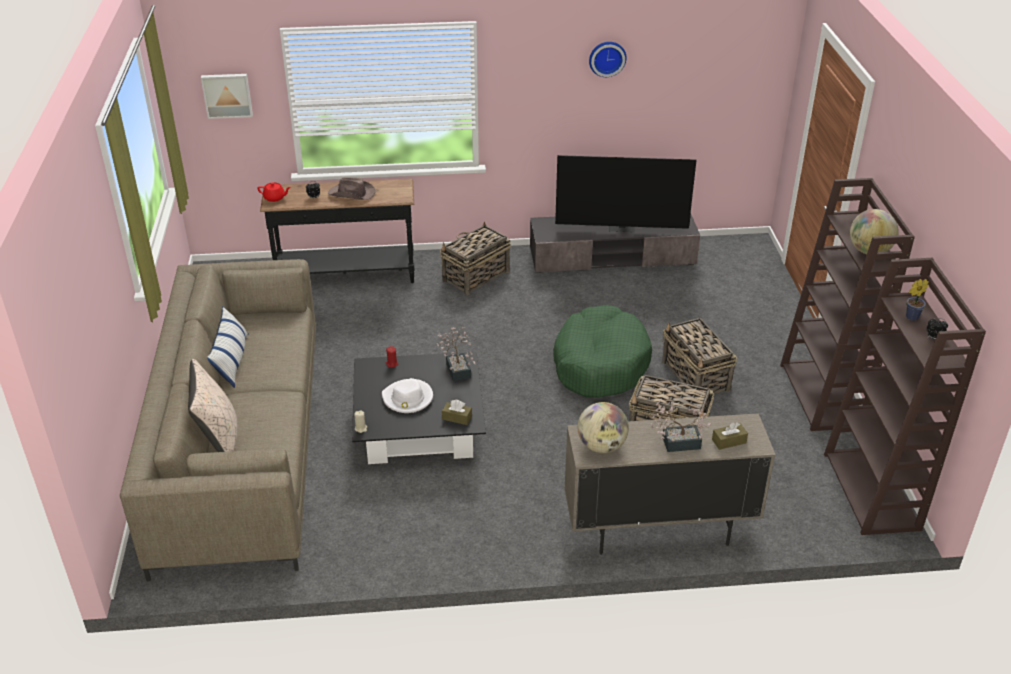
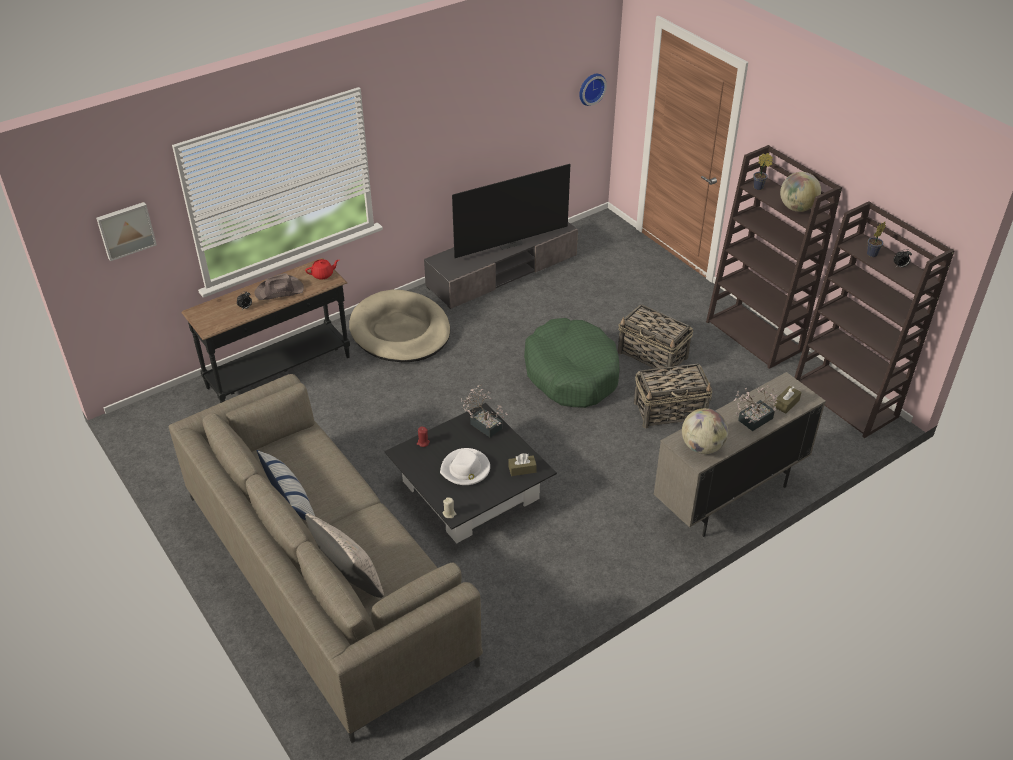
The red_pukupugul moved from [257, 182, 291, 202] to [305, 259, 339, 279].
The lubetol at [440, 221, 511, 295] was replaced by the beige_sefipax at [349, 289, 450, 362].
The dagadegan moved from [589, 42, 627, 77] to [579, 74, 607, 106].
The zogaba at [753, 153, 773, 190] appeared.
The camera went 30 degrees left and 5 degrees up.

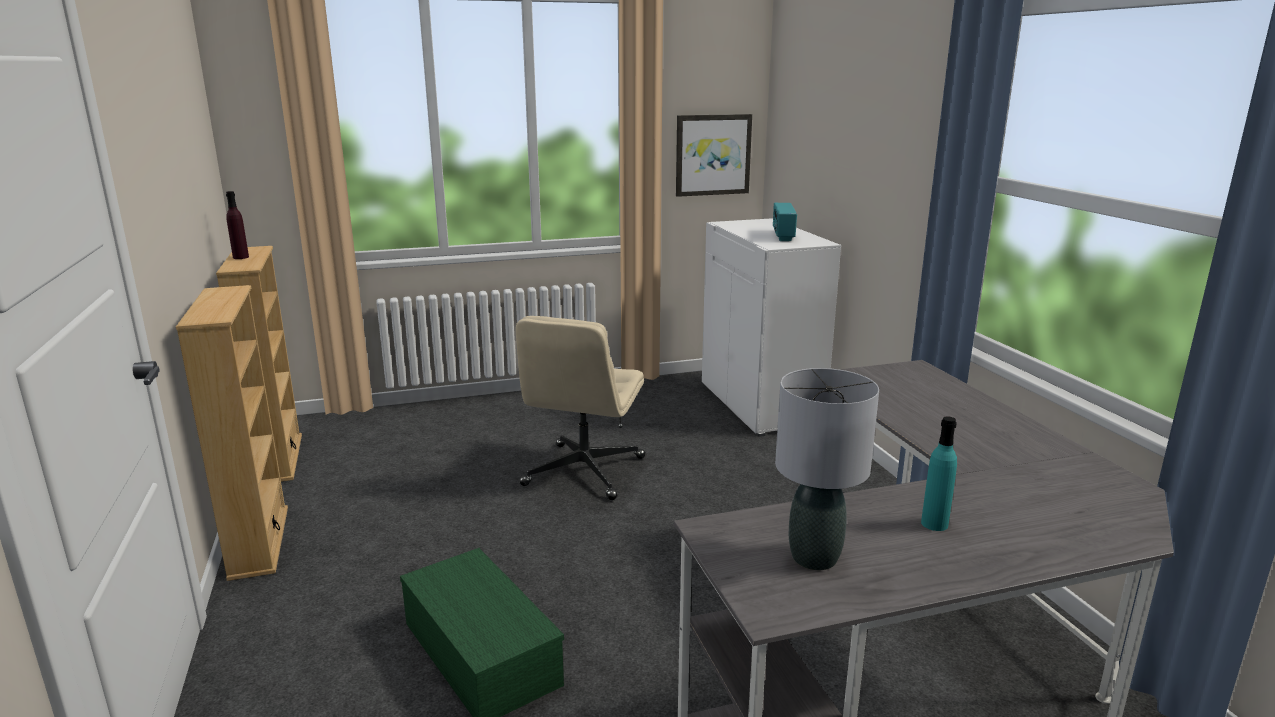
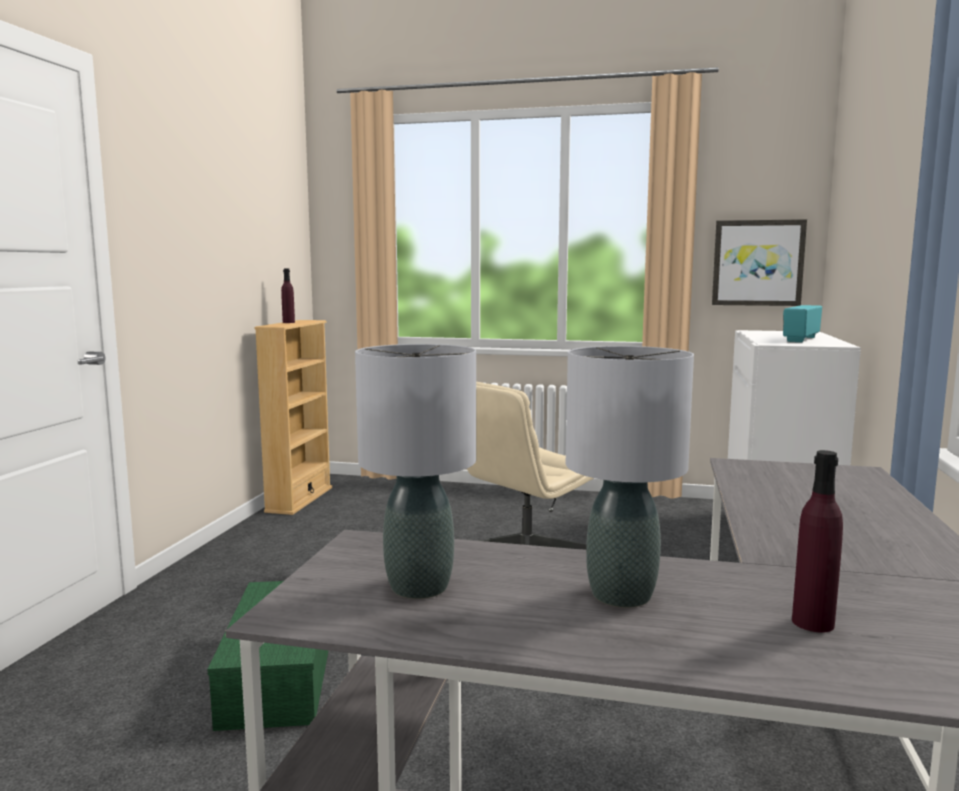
The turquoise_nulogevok at [921, 416, 957, 531] was replaced by the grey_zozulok at [566, 346, 694, 608].
The purple_nulogevok at [792, 450, 843, 633] appeared.
The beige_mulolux at [176, 285, 288, 581] disappeared.
The camera went 30 degrees right and 10 degrees down.

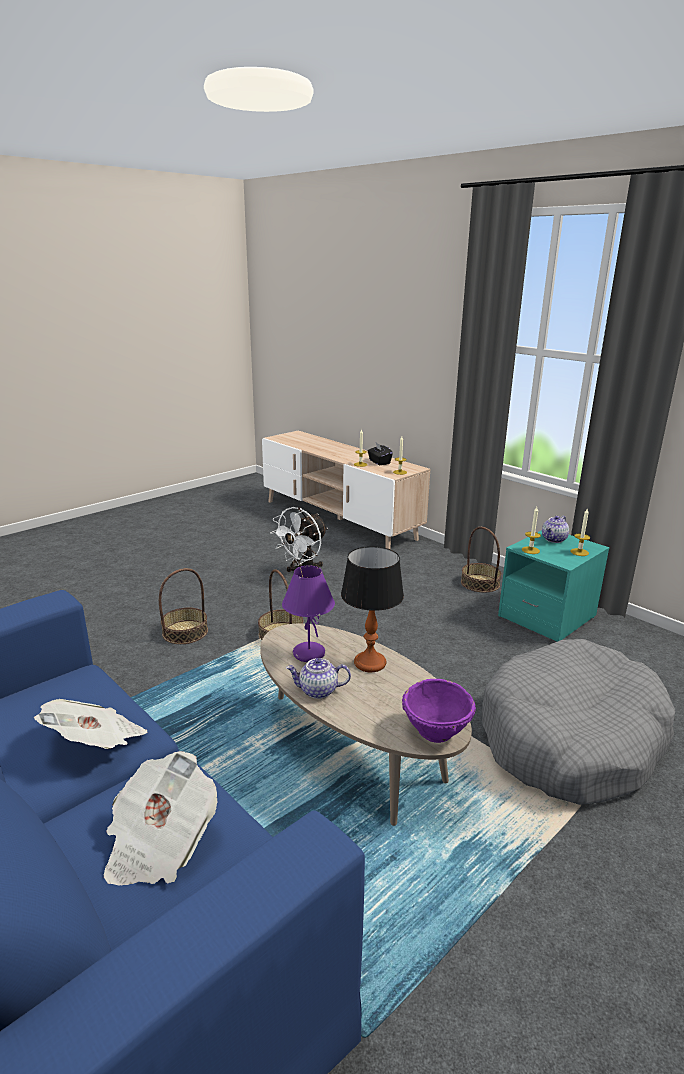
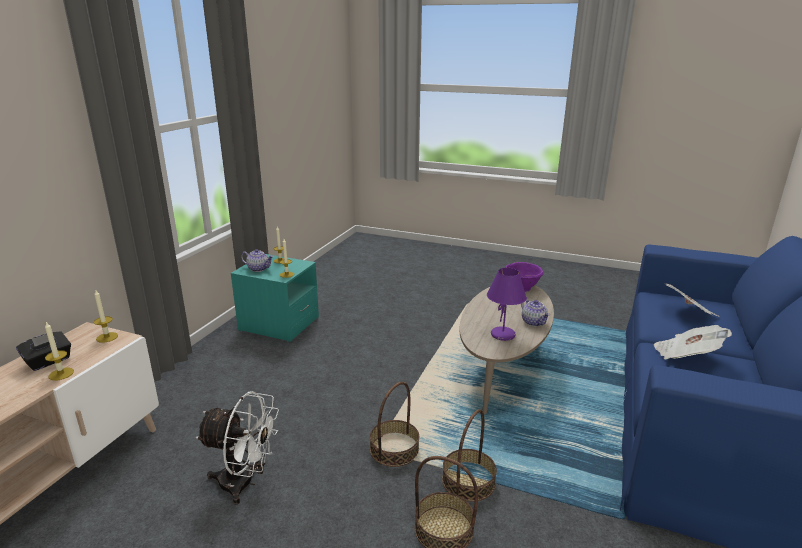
The lubetol moved from [461, 527, 501, 593] to [442, 409, 497, 502].
The zozulok at [341, 546, 404, 672] disappeared.
The grey_sefipax at [482, 639, 675, 805] disappeared.
The camera went 115 degrees left and 0 degrees up.

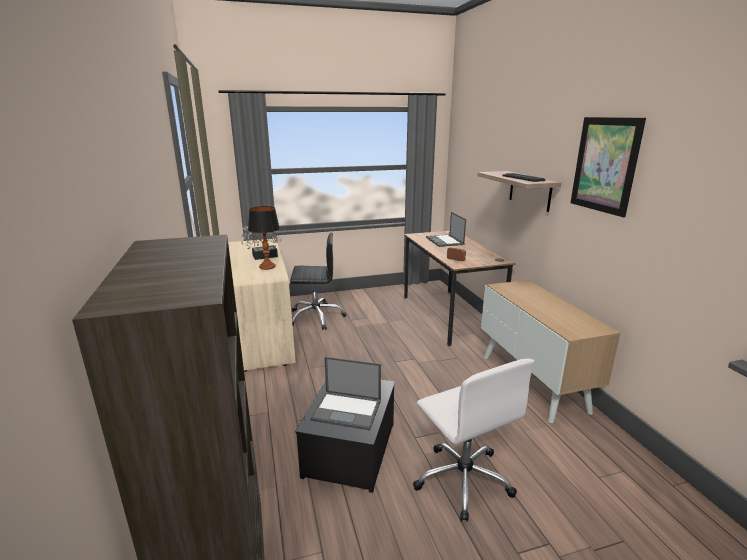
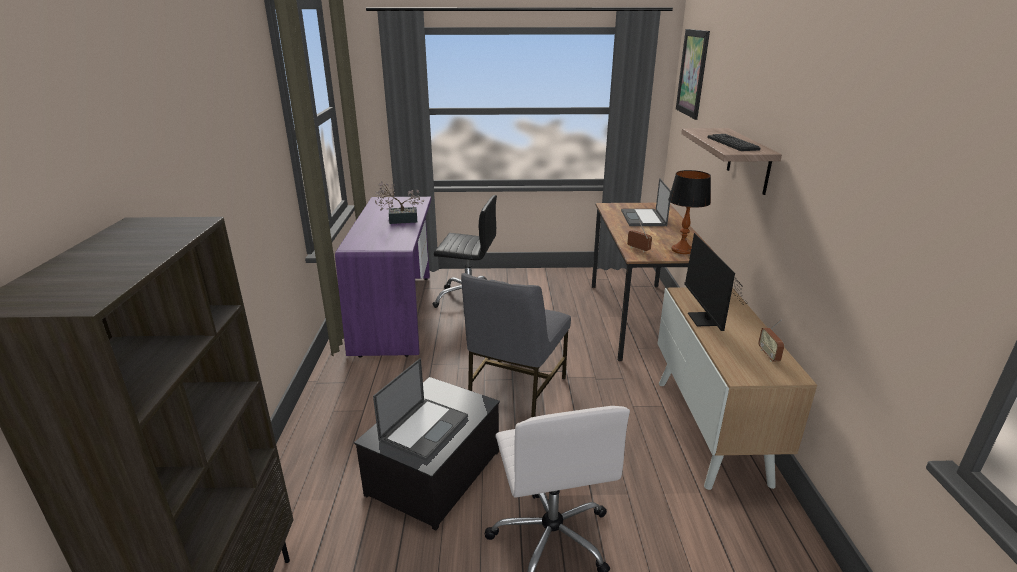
The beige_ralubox at [228, 239, 296, 372] became the purple_ralubox at [335, 197, 431, 357].
The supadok at [310, 357, 381, 430] turned 90 degrees counterclockwise.
The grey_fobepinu at [461, 273, 571, 417] appeared.
The zozulok moved from [248, 206, 280, 270] to [668, 170, 711, 254].
The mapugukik moved from [571, 117, 646, 217] to [676, 29, 710, 120].
The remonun at [684, 233, 747, 331] appeared.
The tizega at [758, 319, 784, 362] appeared.
The camera went 15 degrees right and 5 degrees up.

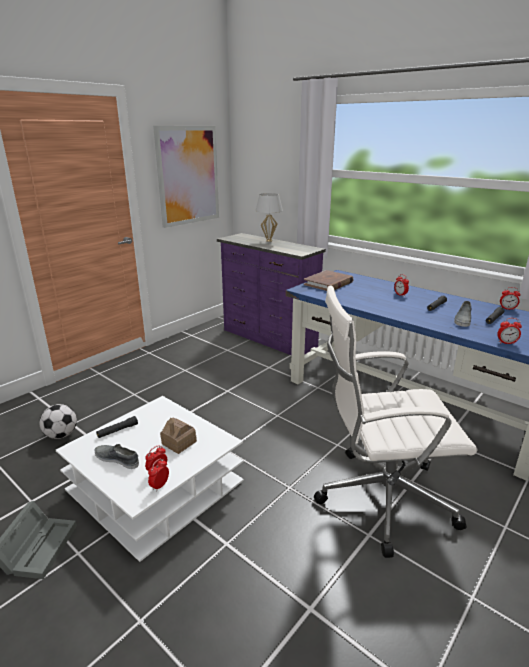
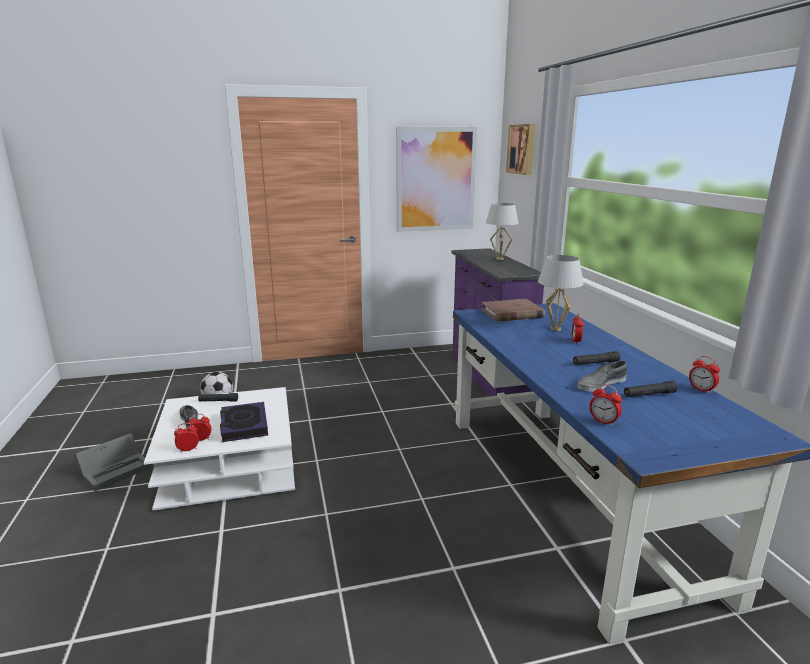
The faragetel at [160, 418, 197, 454] was replaced by the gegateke at [220, 402, 268, 442].
The mapugukik at [506, 124, 535, 175] appeared.
The white_zozulok at [538, 255, 584, 331] appeared.
The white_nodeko at [314, 285, 478, 558] disappeared.
The camera went 35 degrees right and 5 degrees down.

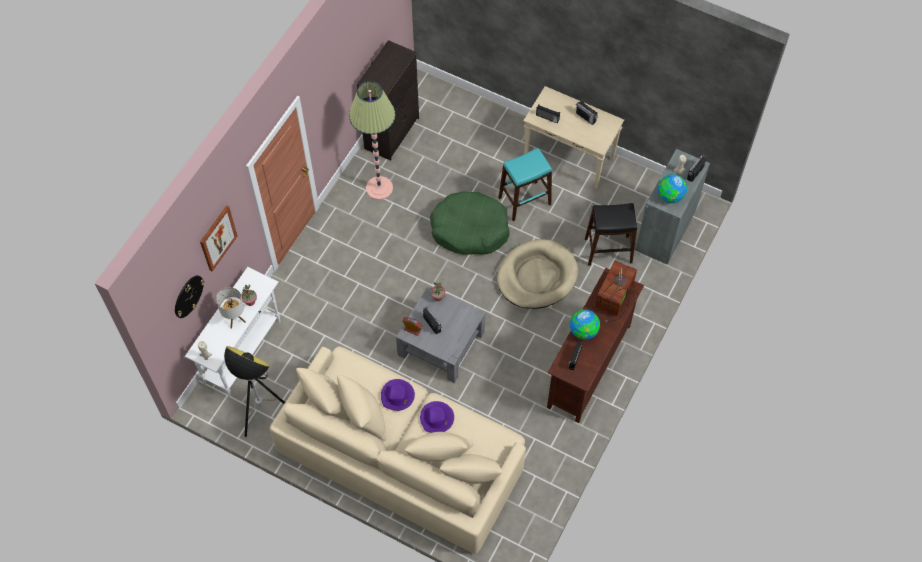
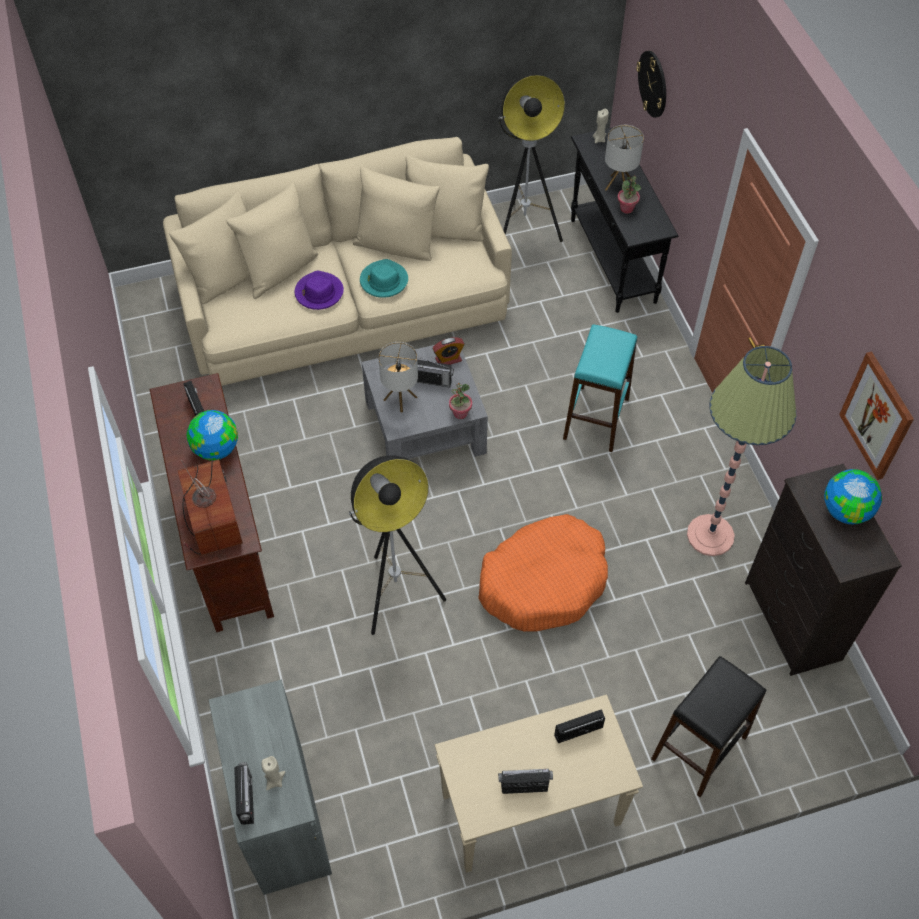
The beige_sefipax at [497, 239, 578, 309] was replaced by the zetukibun at [349, 455, 446, 635].
The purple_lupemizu at [381, 379, 415, 411] became the turquoise_lupemizu at [360, 259, 408, 298].
The zozulok at [378, 342, 418, 413] appeared.
The green_sefipax at [430, 191, 510, 255] became the orange_sefipax at [478, 514, 608, 632].
The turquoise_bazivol moved from [499, 148, 552, 221] to [563, 325, 637, 452].
The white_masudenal at [185, 267, 280, 397] became the black_masudenal at [571, 128, 678, 313].
The black_bazivol moved from [585, 203, 637, 266] to [651, 656, 766, 797].
The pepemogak moved from [658, 174, 687, 203] to [824, 469, 882, 525].
The mapugukik moved from [200, 205, 238, 271] to [839, 351, 914, 480].
The camera went 135 degrees right and 5 degrees down.

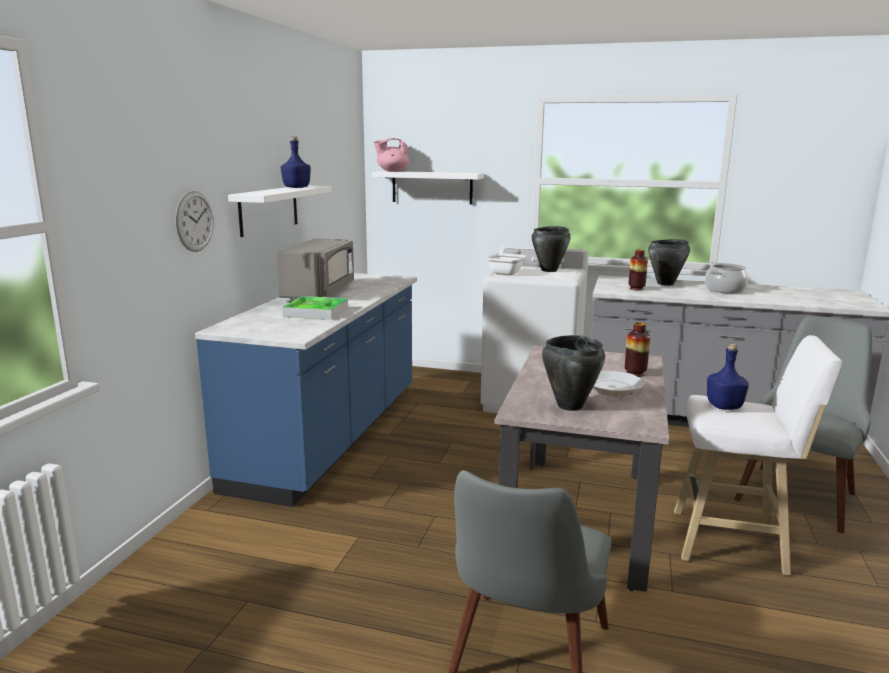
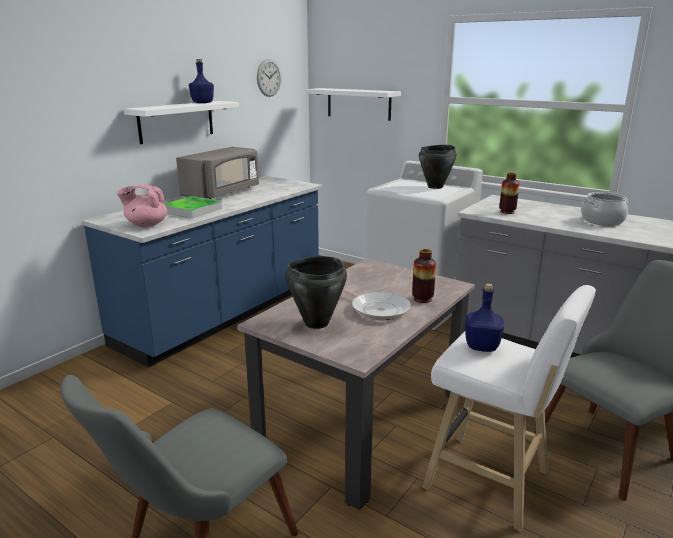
The pink_pukupugul moved from [373, 138, 410, 172] to [117, 185, 168, 227].
The dagadegan moved from [175, 191, 214, 252] to [257, 59, 281, 97].
The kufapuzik at [486, 250, 526, 275] disappeared.
The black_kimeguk at [648, 239, 690, 286] disappeared.
The camera went 20 degrees right and 5 degrees up.

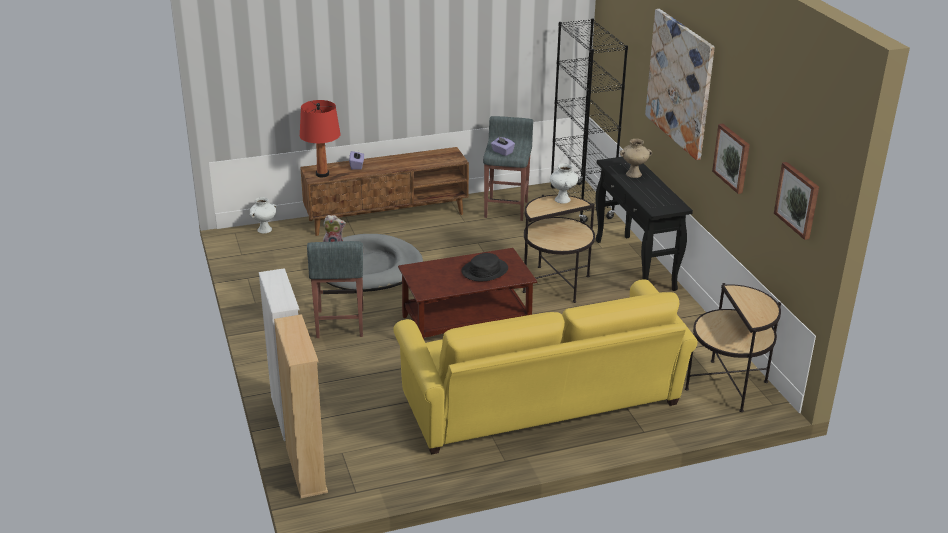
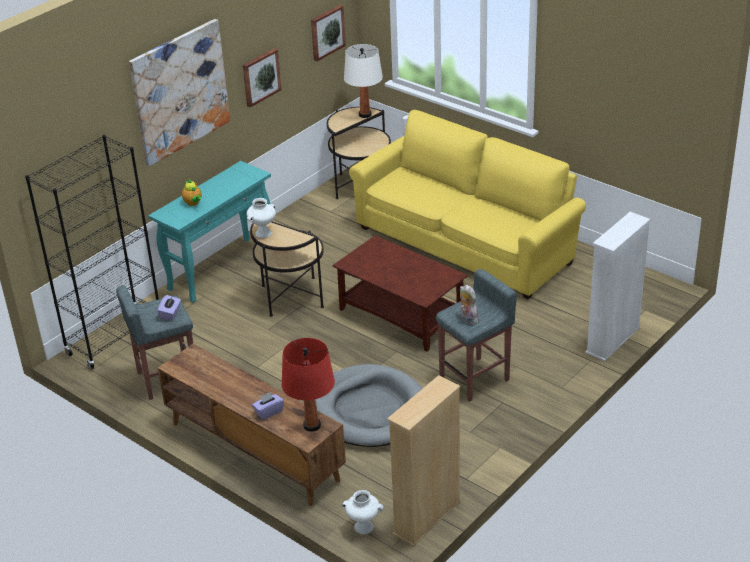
The black_masudenal at [595, 157, 693, 291] became the turquoise_masudenal at [148, 161, 271, 303].
The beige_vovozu at [620, 139, 652, 178] was replaced by the pukupugul at [182, 179, 202, 206].
The white_zozulok at [344, 44, 383, 118] appeared.
The beige_mulolux moved from [274, 314, 328, 498] to [387, 375, 461, 546].
The black_lupemizu at [462, 253, 508, 281] disappeared.
The camera went 120 degrees left and 5 degrees up.

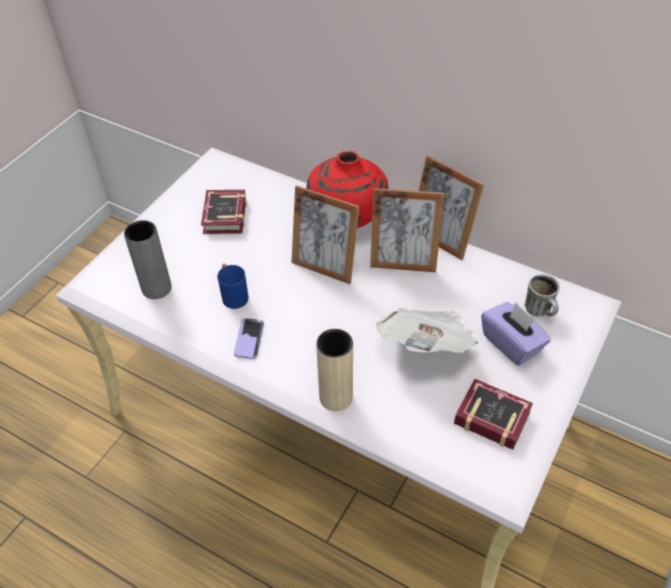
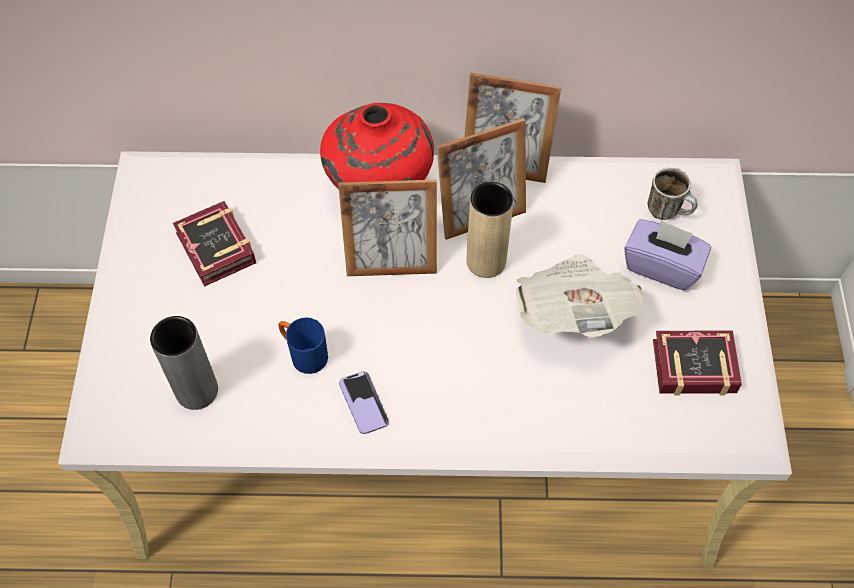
The beige_vovozu moved from [316, 329, 353, 411] to [466, 182, 514, 278].
The camera went 30 degrees left and 10 degrees up.

